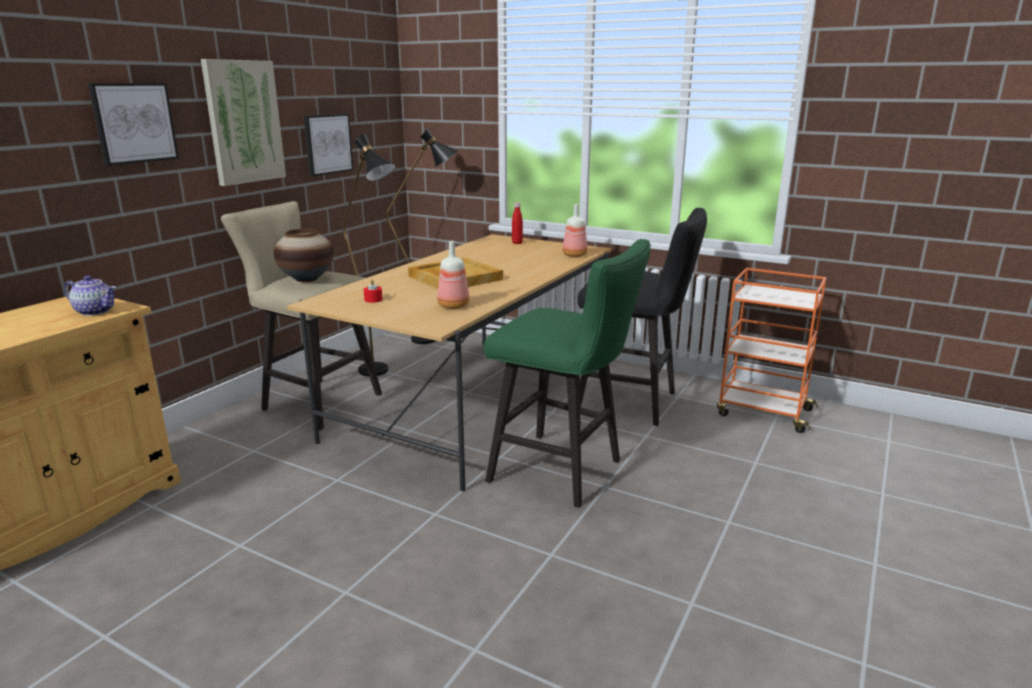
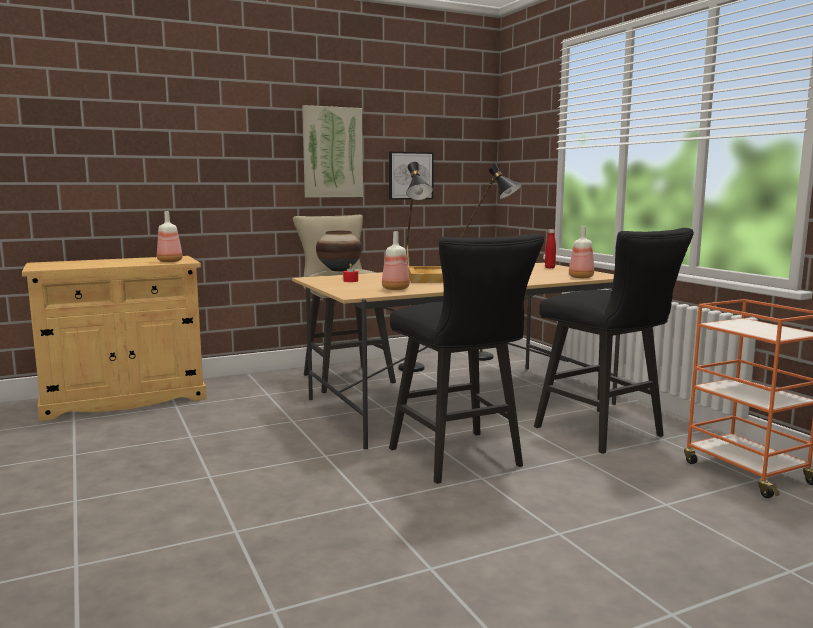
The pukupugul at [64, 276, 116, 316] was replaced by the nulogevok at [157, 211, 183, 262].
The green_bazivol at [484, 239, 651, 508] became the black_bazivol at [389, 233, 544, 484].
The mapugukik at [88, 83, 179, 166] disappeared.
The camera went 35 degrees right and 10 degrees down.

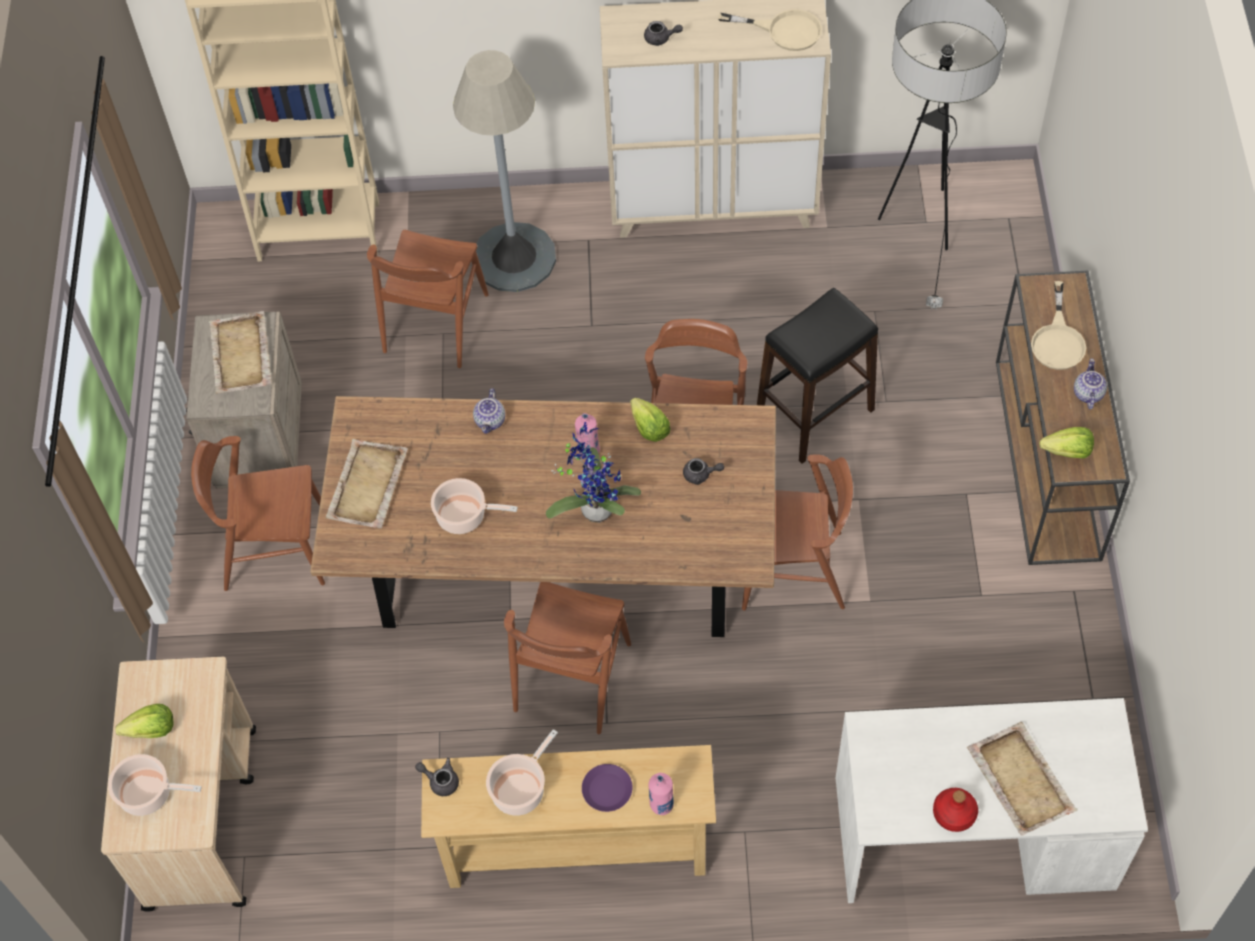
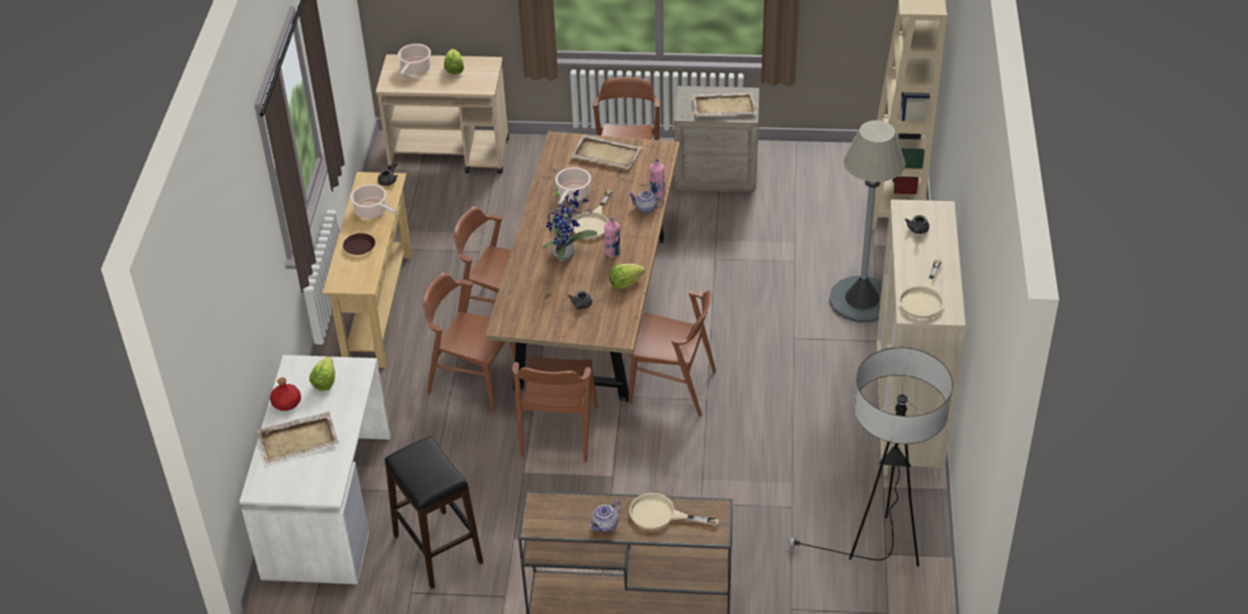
The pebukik moved from [1039, 427, 1094, 458] to [309, 356, 335, 391].
The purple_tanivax at [582, 764, 632, 812] became the brown_tanivax at [343, 233, 375, 255].
The black_bazivol moved from [757, 288, 878, 464] to [385, 436, 483, 589].
The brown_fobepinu moved from [367, 230, 489, 368] to [423, 273, 516, 412].
The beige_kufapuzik at [571, 189, 613, 239] appeared.
The pukupugul at [1074, 359, 1107, 410] turned 120 degrees clockwise.
The pink_nulogevok moved from [648, 773, 674, 815] to [650, 159, 666, 197].
The camera went 95 degrees right and 15 degrees down.

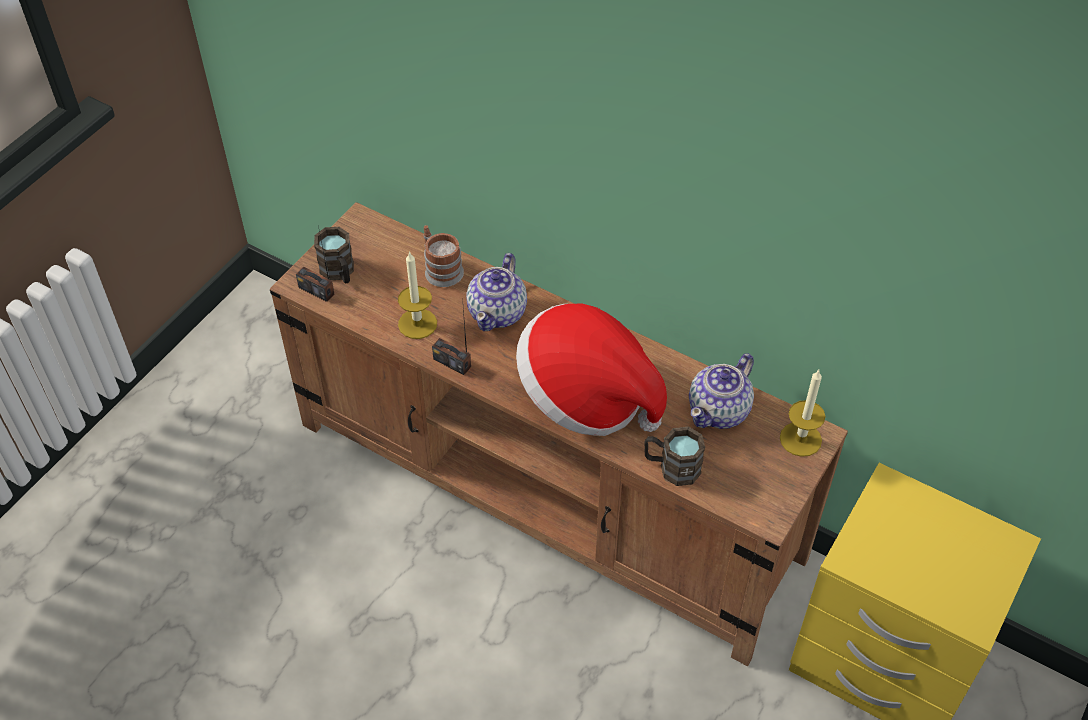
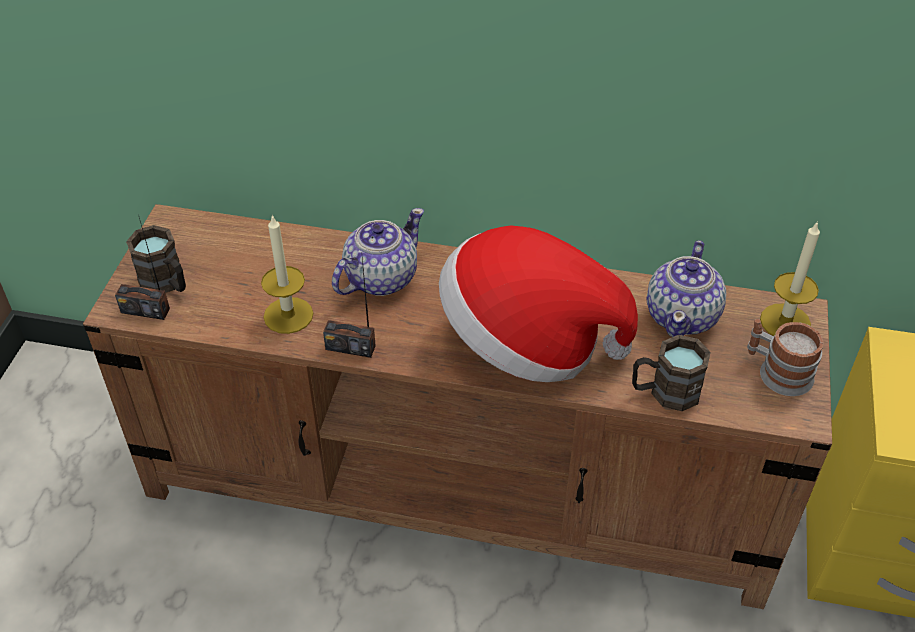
The pukupugul at [466, 253, 527, 331] turned 135 degrees counterclockwise.
The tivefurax moved from [424, 225, 464, 287] to [747, 319, 824, 396].
The camera went 20 degrees left and 5 degrees down.

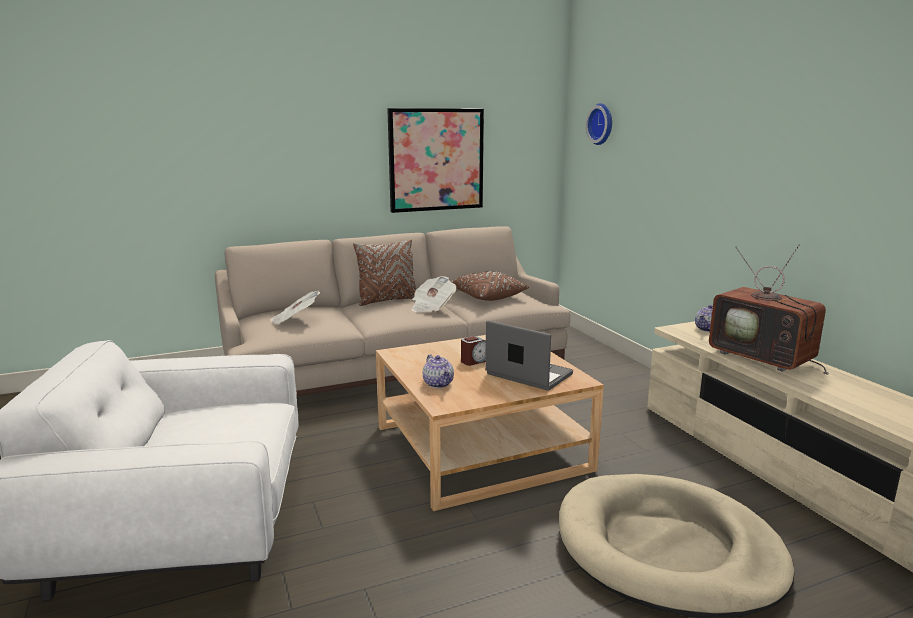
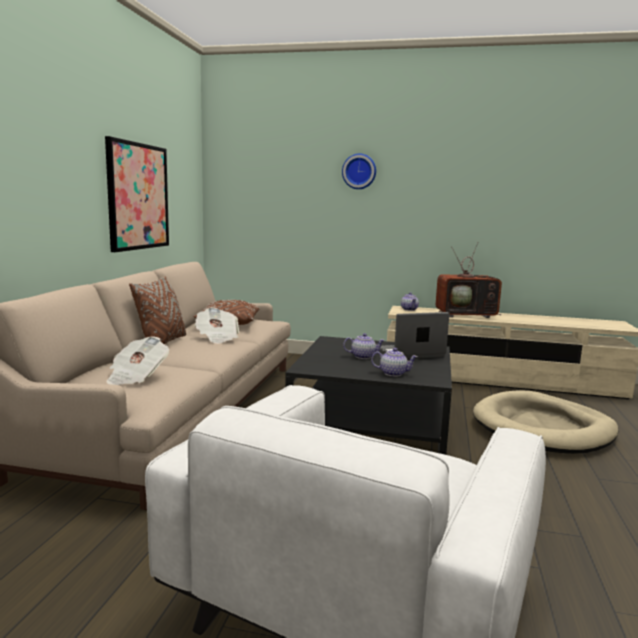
The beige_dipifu at [376, 335, 604, 511] became the black_dipifu at [285, 336, 452, 455].
The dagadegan moved from [586, 103, 612, 145] to [342, 154, 376, 189].
The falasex at [461, 336, 486, 366] was replaced by the pukupugul at [343, 333, 385, 359].
The camera went 55 degrees left and 5 degrees down.

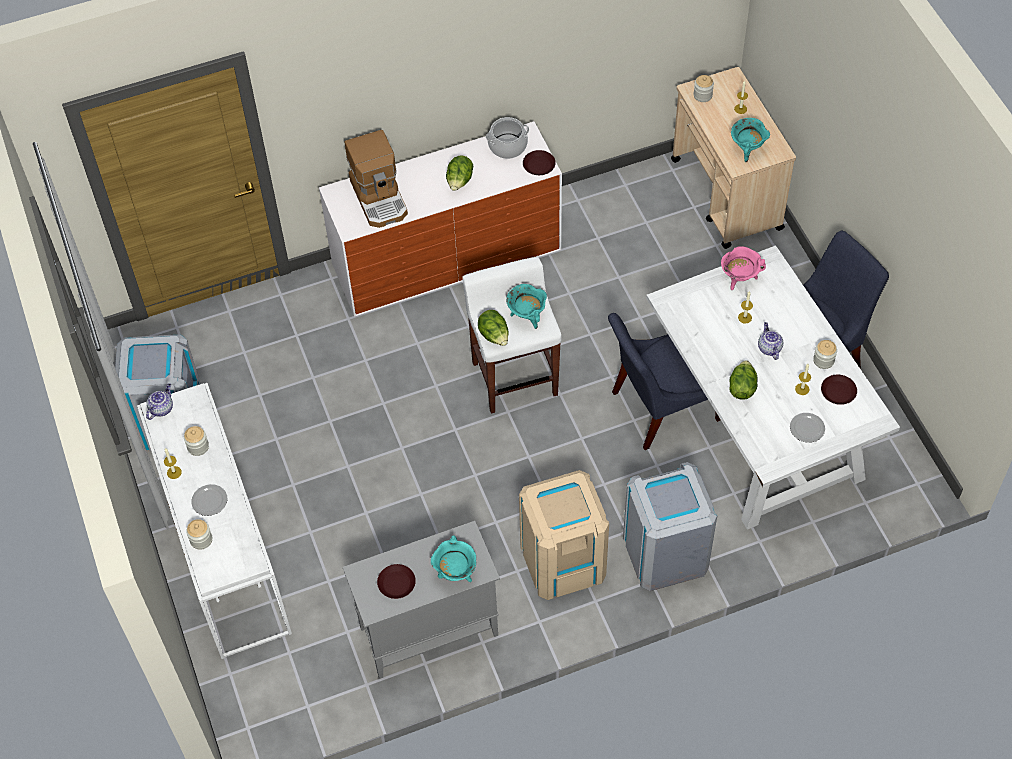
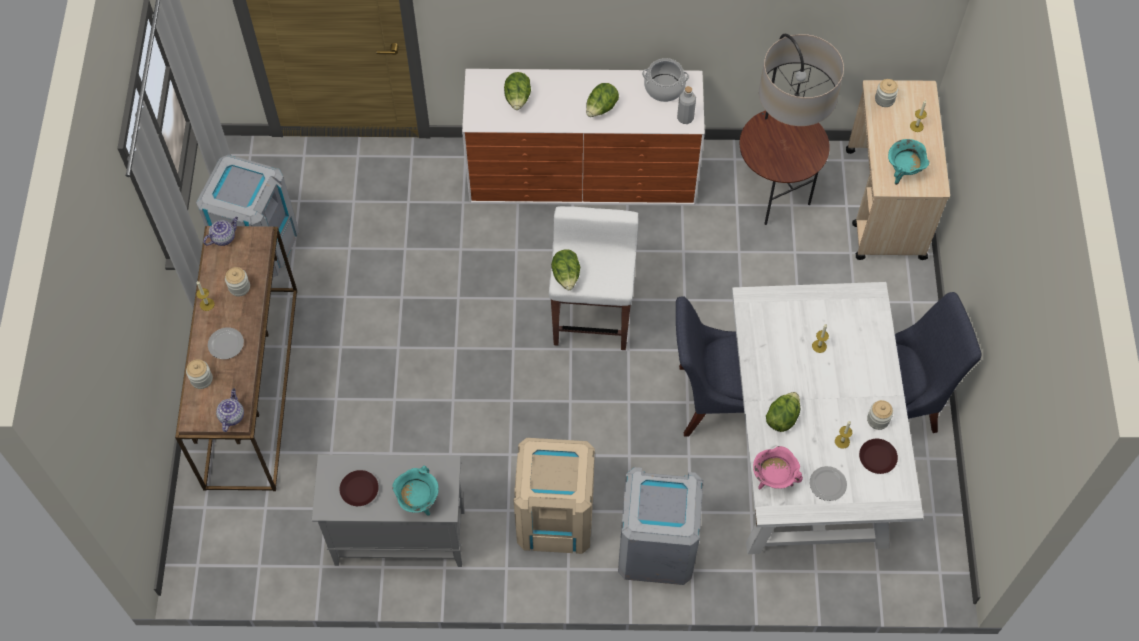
The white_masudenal at [137, 383, 292, 659] became the brown_masudenal at [175, 226, 297, 491].
The pukupugul moved from [758, 322, 783, 360] to [216, 388, 244, 432].
The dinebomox at [345, 130, 408, 228] was replaced by the pebukik at [504, 72, 531, 110].
The brown_tanivax at [523, 150, 556, 175] was replaced by the grey_nulogevok at [677, 86, 696, 124].
The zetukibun at [740, 34, 844, 225] appeared.
The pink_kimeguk moved from [721, 246, 766, 290] to [753, 446, 803, 490].
The turquoise_kimeguk at [506, 284, 547, 329] disappeared.
The camera went 20 degrees right and 5 degrees up.

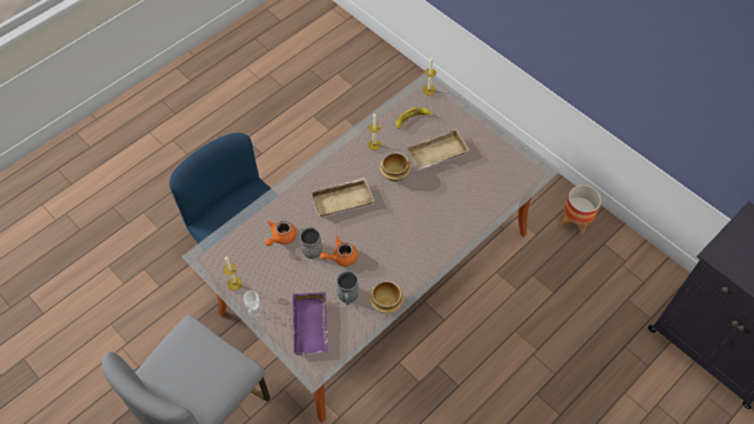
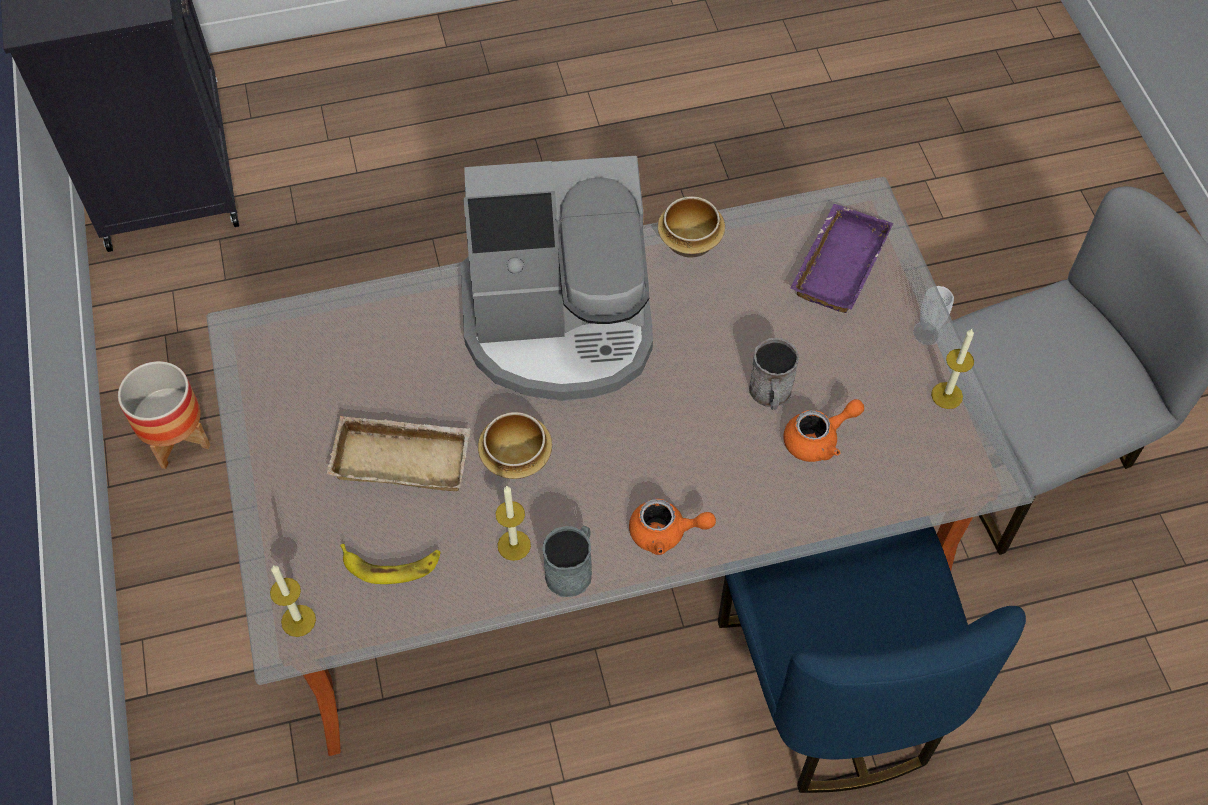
The dinebomox at [460, 156, 653, 401] appeared.
The grey_tivefurax moved from [337, 271, 359, 305] to [542, 526, 592, 597].
The orange_pukupugul moved from [320, 236, 358, 266] to [629, 499, 716, 555].
The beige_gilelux at [309, 177, 374, 217] disappeared.
The camera went 150 degrees left and 0 degrees up.

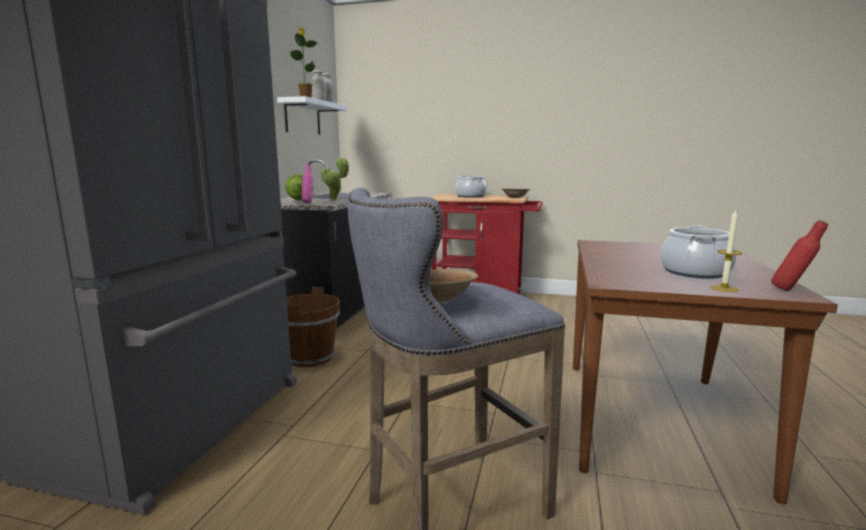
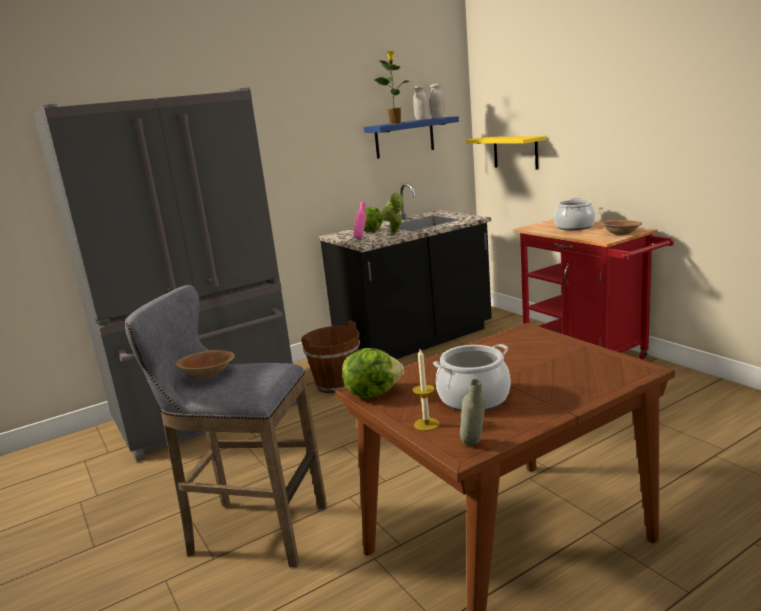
The pebukik at [342, 348, 404, 398] appeared.
The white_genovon at [277, 96, 348, 135] became the blue_genovon at [364, 116, 459, 159].
The red_nulogevok at [771, 220, 828, 291] became the grey_nulogevok at [460, 379, 485, 446].
The yellow_genovon at [466, 136, 547, 169] appeared.
The camera went 45 degrees right and 5 degrees up.

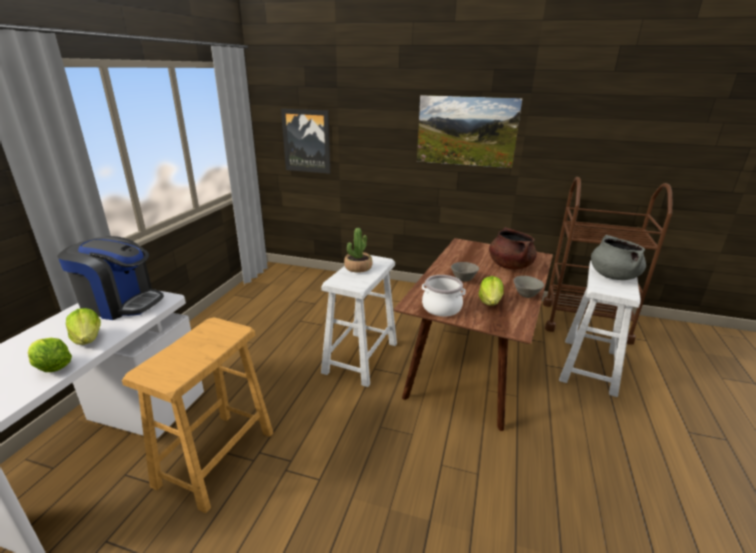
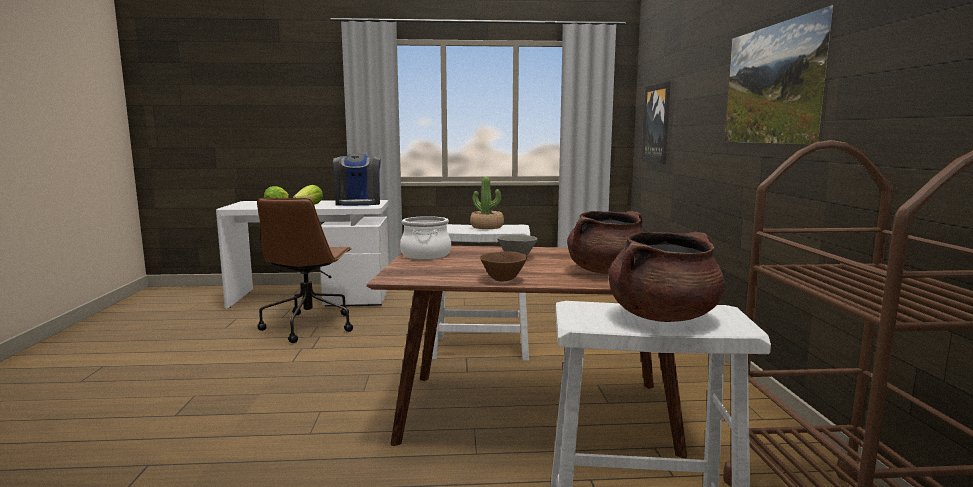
The beige_bazivol at [122, 317, 273, 513] was replaced by the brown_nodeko at [257, 198, 353, 343].
The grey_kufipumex at [513, 276, 544, 298] became the brown_kufipumex at [480, 251, 527, 281].
The grey_kimeguk at [591, 235, 646, 280] became the brown_kimeguk at [608, 232, 725, 322].
The pebukik at [479, 276, 504, 306] disappeared.
The camera went 70 degrees right and 15 degrees down.

